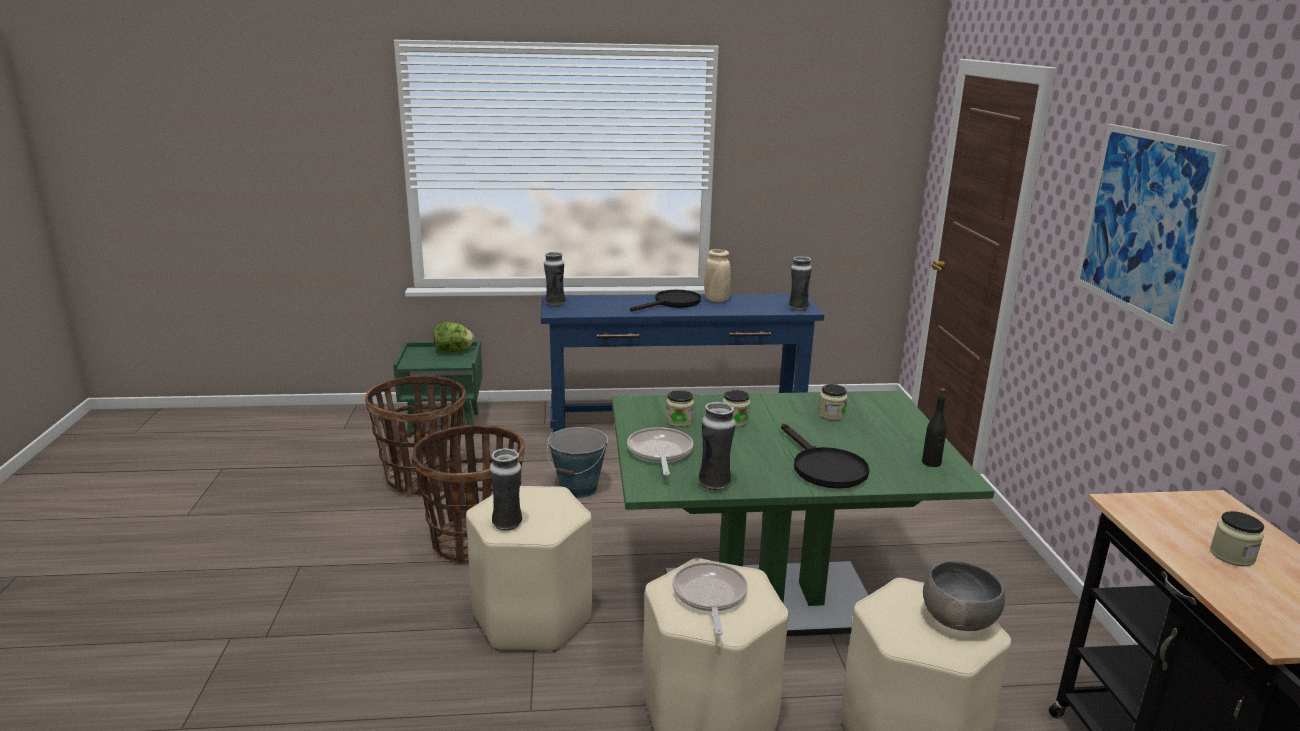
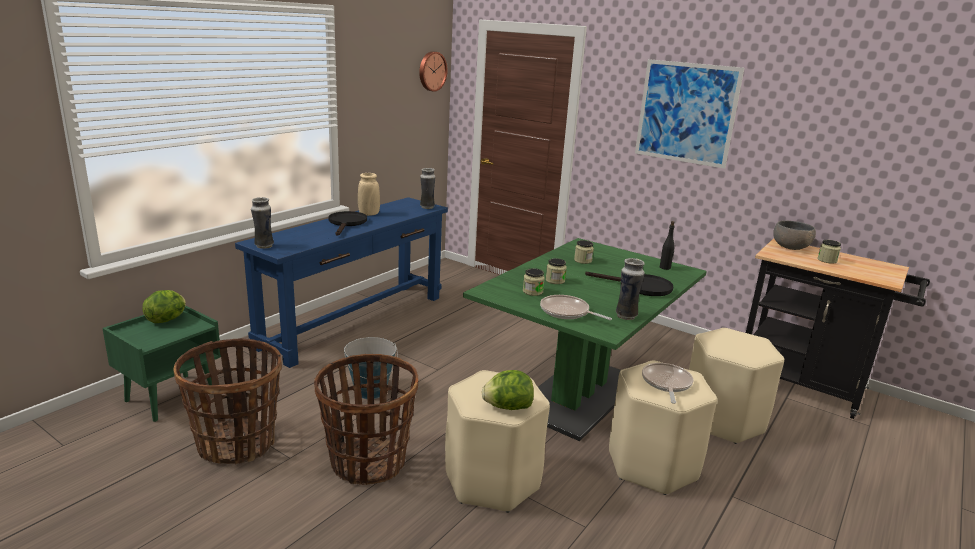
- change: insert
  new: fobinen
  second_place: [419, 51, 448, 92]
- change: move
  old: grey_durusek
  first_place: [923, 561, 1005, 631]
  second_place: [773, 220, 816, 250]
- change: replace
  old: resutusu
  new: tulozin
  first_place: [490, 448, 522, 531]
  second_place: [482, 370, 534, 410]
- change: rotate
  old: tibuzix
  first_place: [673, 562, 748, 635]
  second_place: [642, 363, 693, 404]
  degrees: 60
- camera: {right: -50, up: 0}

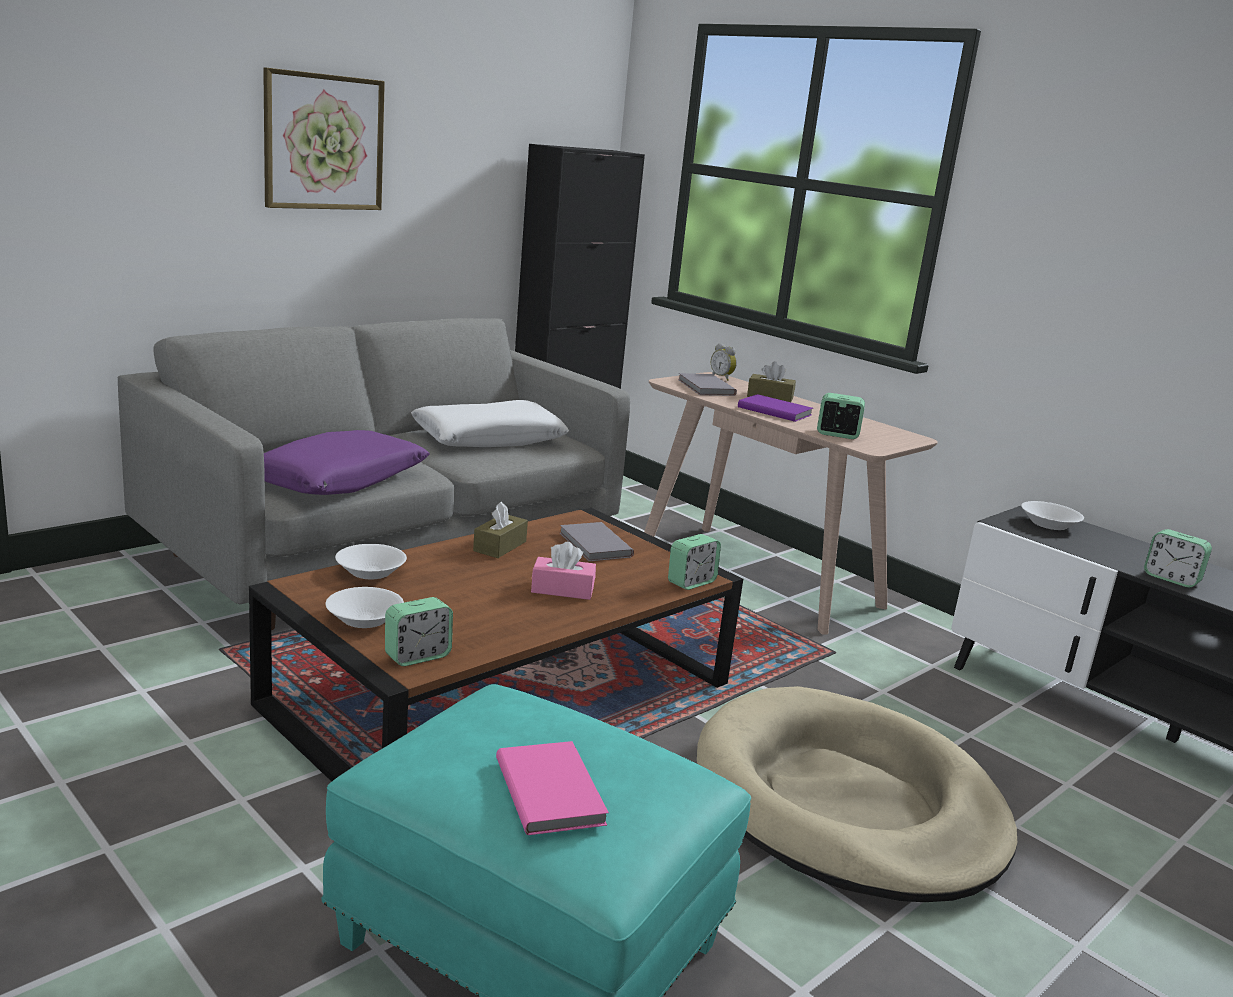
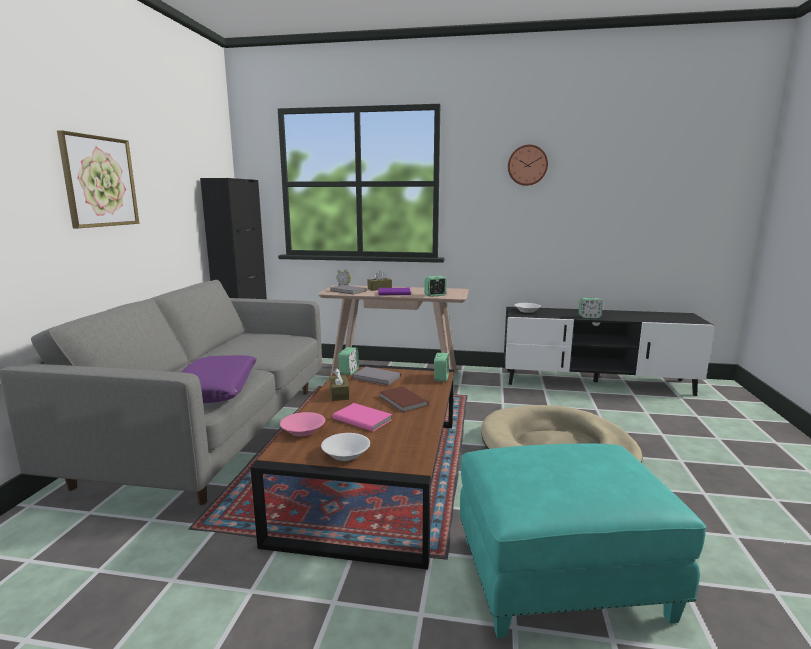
- change: delete
  old: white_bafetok
  first_place: [411, 400, 569, 447]
- change: insert
  new: fobinen
  second_place: [508, 145, 548, 186]
- change: move
  old: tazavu
  first_place: [385, 597, 453, 666]
  second_place: [338, 347, 359, 375]
- change: move
  old: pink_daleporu
  first_place: [496, 741, 609, 835]
  second_place: [333, 403, 393, 431]
- change: replace
  old: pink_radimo
  new: brown_daleporu
  first_place: [531, 542, 596, 600]
  second_place: [379, 386, 429, 413]
- change: recolor
  old: white_durusek
  new: pink_durusek
  first_place: [335, 544, 407, 579]
  second_place: [280, 412, 325, 436]
- camera: {right: -35, up: -5}

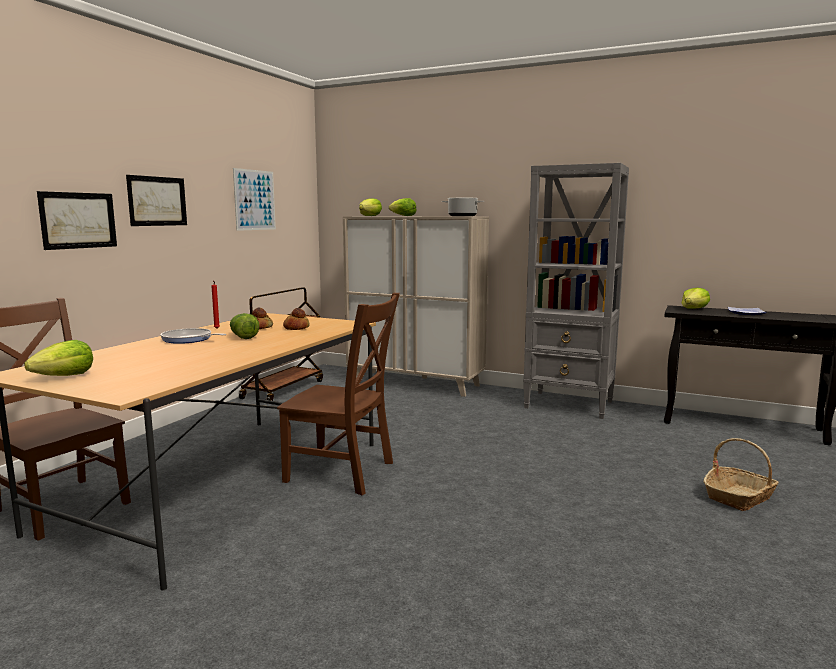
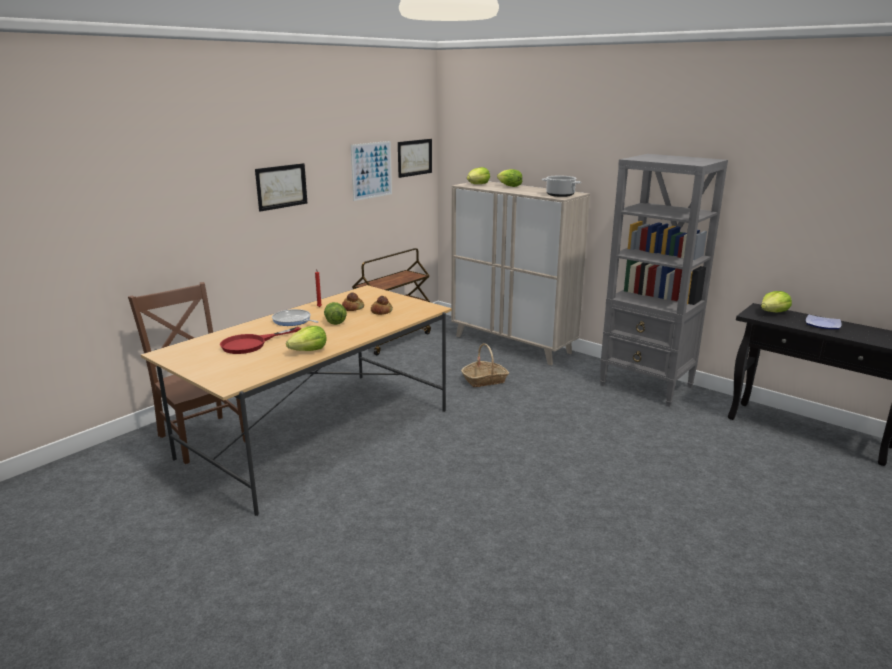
- change: delete
  old: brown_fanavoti
  first_place: [277, 293, 400, 495]
- change: insert
  new: red_tibuzix
  second_place: [220, 327, 301, 354]
- change: move
  old: tulozin
  first_place: [24, 340, 93, 376]
  second_place: [286, 326, 327, 351]
- change: move
  old: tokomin
  first_place: [37, 191, 117, 250]
  second_place: [398, 139, 432, 178]
- change: move
  old: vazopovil
  first_place: [704, 438, 779, 511]
  second_place: [461, 343, 509, 387]
- camera: {right: 15, up: 10}

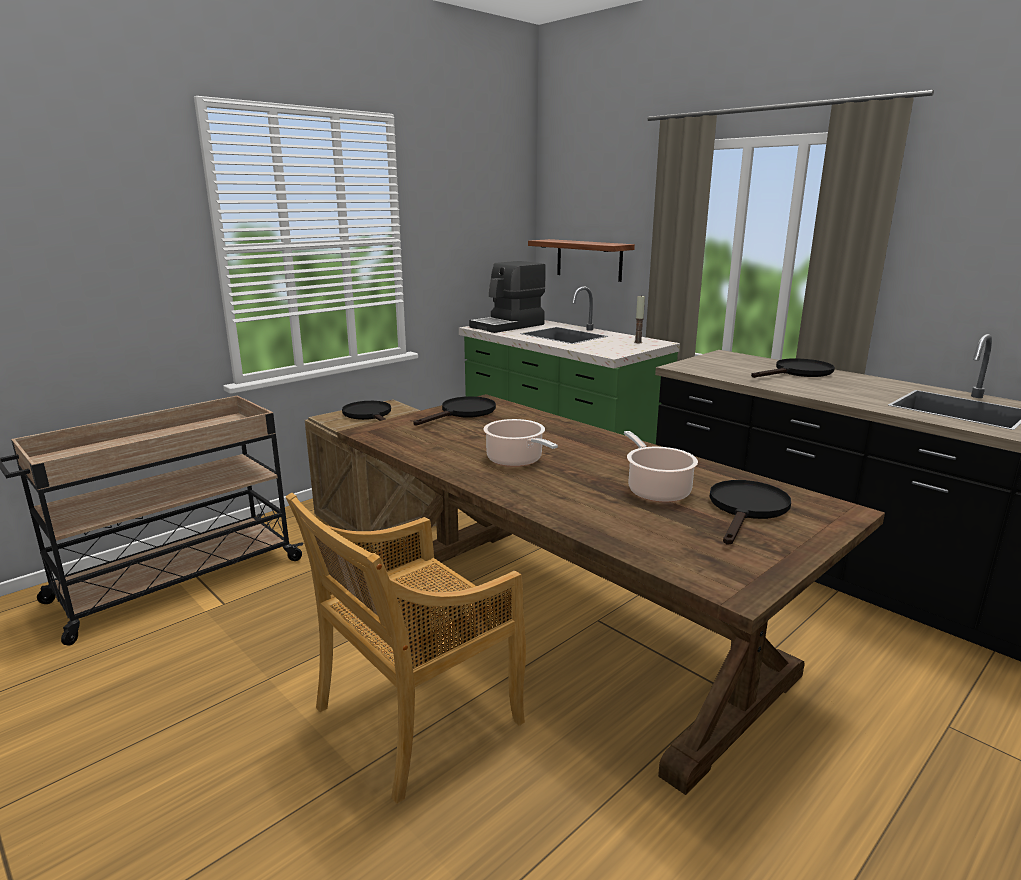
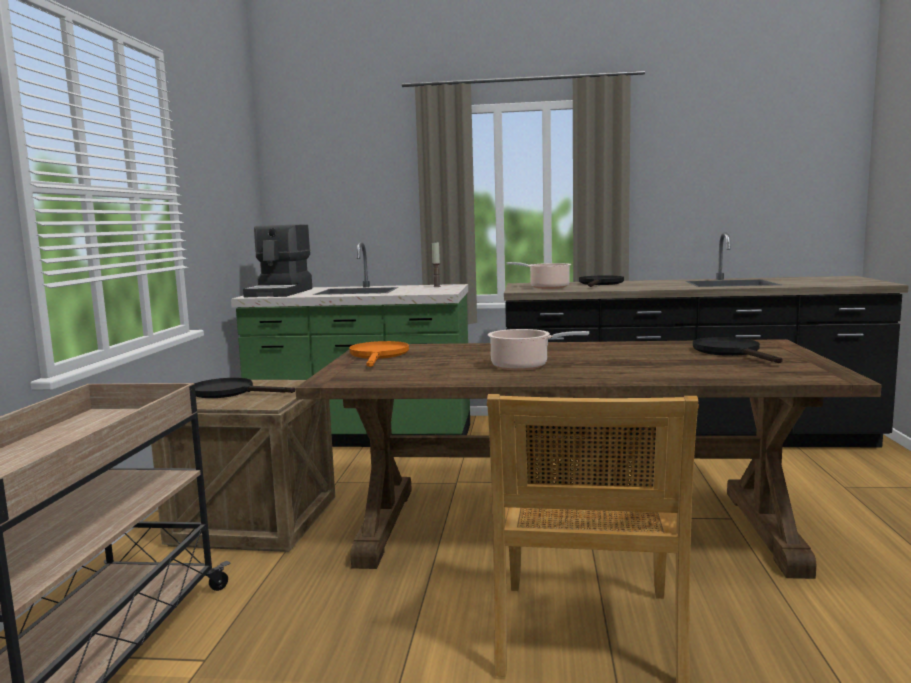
- change: delete
  old: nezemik
  first_place: [528, 239, 635, 282]
- change: move
  old: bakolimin
  first_place: [624, 431, 698, 502]
  second_place: [506, 262, 571, 289]
- change: recolor
  old: black_tibuzix
  new: orange_tibuzix
  first_place: [413, 396, 496, 426]
  second_place: [350, 341, 409, 367]
- camera: {right: -40, up: -10}

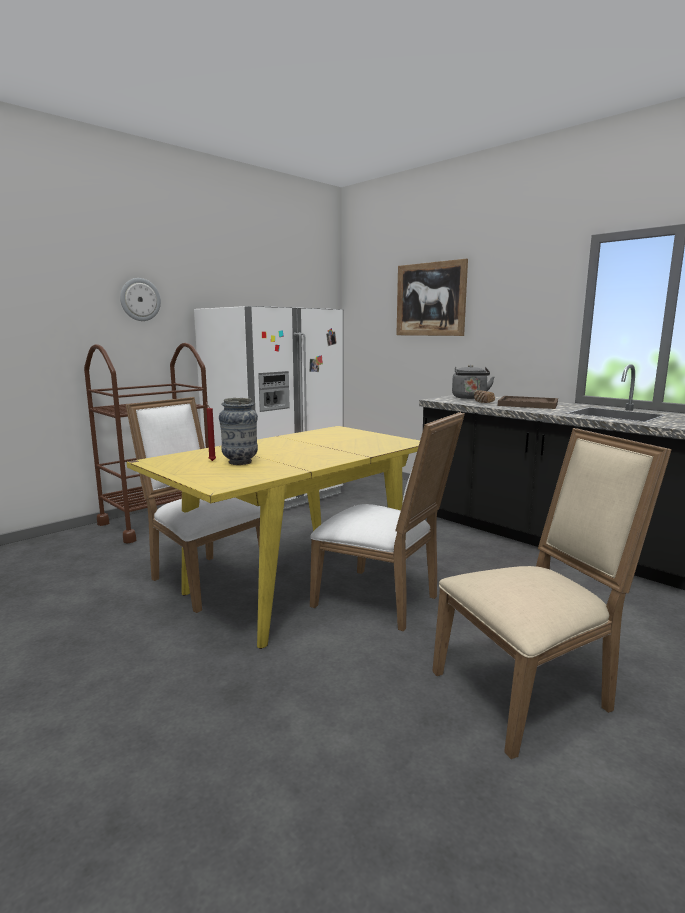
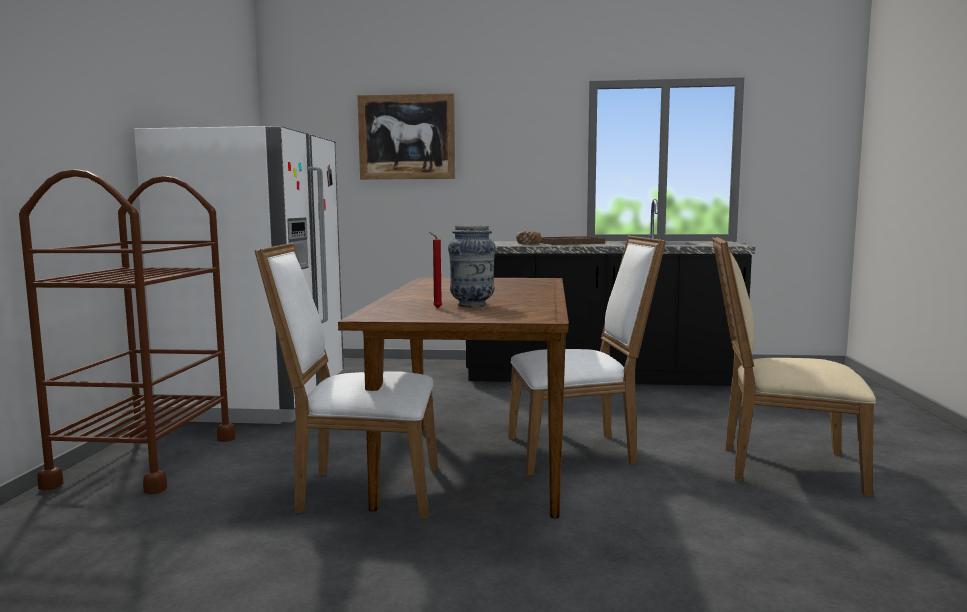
- change: delete
  old: fobinen
  first_place: [120, 278, 161, 321]
- change: delete
  old: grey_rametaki
  first_place: [452, 364, 495, 399]
- change: recolor
  old: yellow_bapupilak
  new: brown_bapupilak
  first_place: [127, 426, 420, 649]
  second_place: [338, 277, 569, 518]
- change: rotate
  old: beige_fanavoti
  first_place: [432, 428, 672, 759]
  second_place: [712, 237, 876, 497]
  degrees: -105
- camera: {right: -40, up: -5}

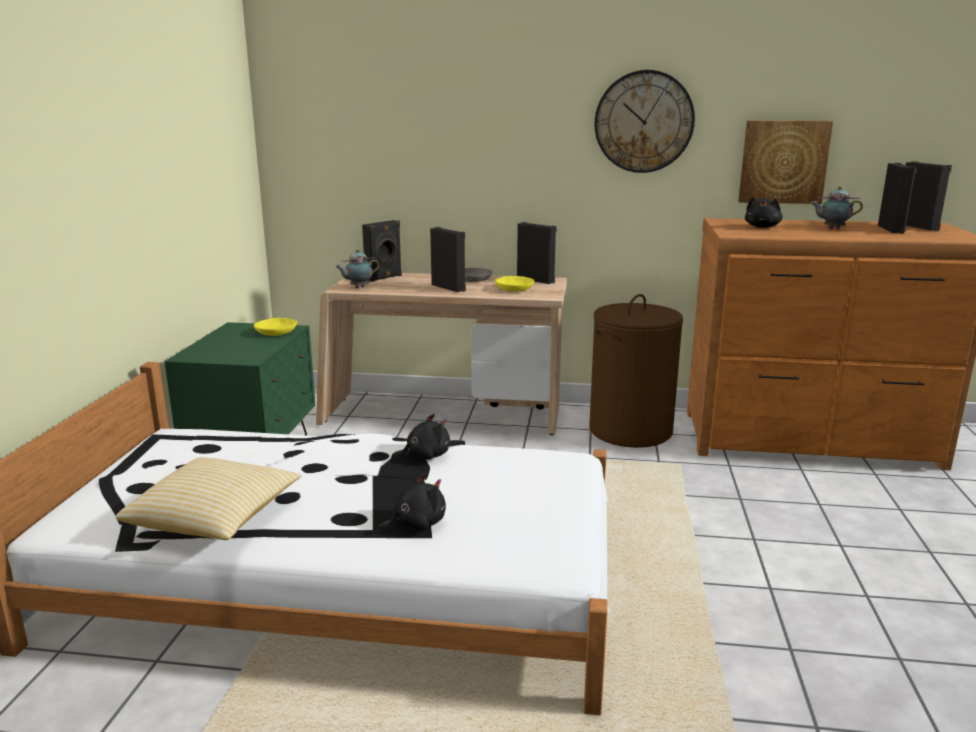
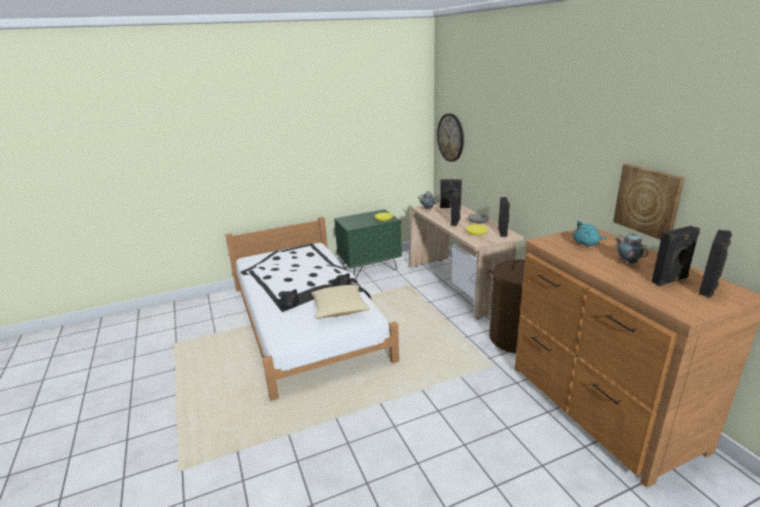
- change: move
  old: bafetok
  first_place: [116, 457, 301, 540]
  second_place: [311, 285, 370, 318]
- change: move
  old: fobinen
  first_place: [595, 70, 695, 173]
  second_place: [437, 113, 464, 162]
- change: recolor
  old: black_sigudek
  new: turquoise_sigudek
  first_place: [745, 196, 783, 228]
  second_place: [573, 221, 607, 246]
- camera: {right: 60, up: 5}

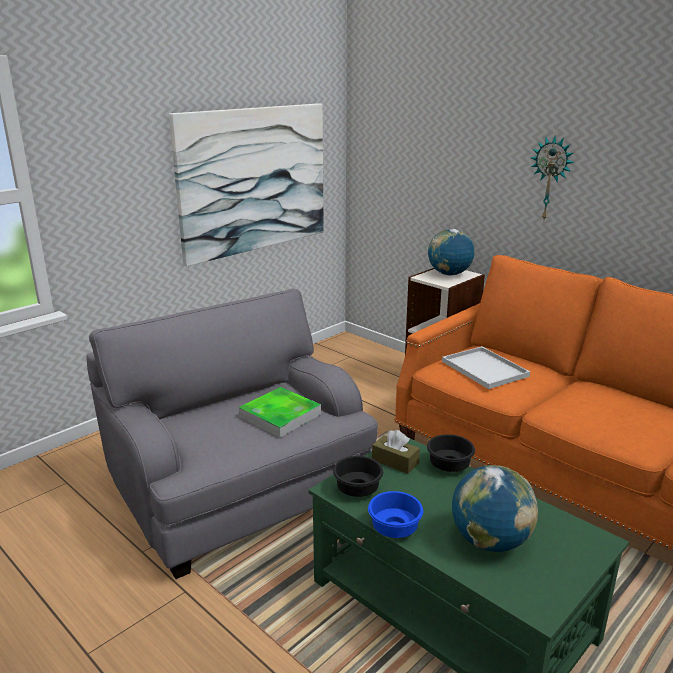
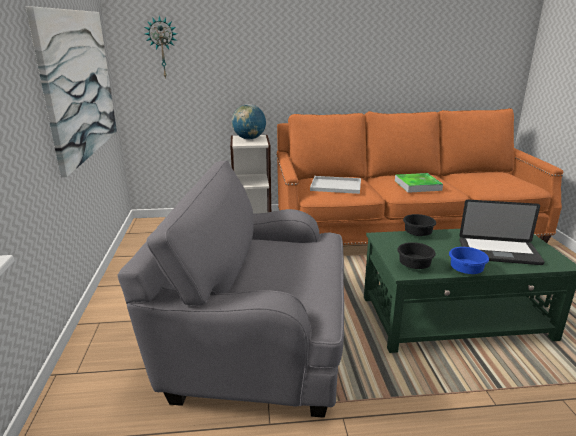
- change: delete
  old: brown_radimo
  first_place: [372, 430, 420, 474]
- change: move
  old: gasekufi
  first_place: [239, 387, 321, 437]
  second_place: [395, 173, 443, 193]
- change: move
  old: fobinen
  first_place: [531, 136, 574, 220]
  second_place: [145, 16, 177, 79]
- change: replace
  old: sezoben
  new: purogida
  first_place: [452, 465, 538, 552]
  second_place: [459, 200, 545, 265]
- camera: {right: -50, up: 0}

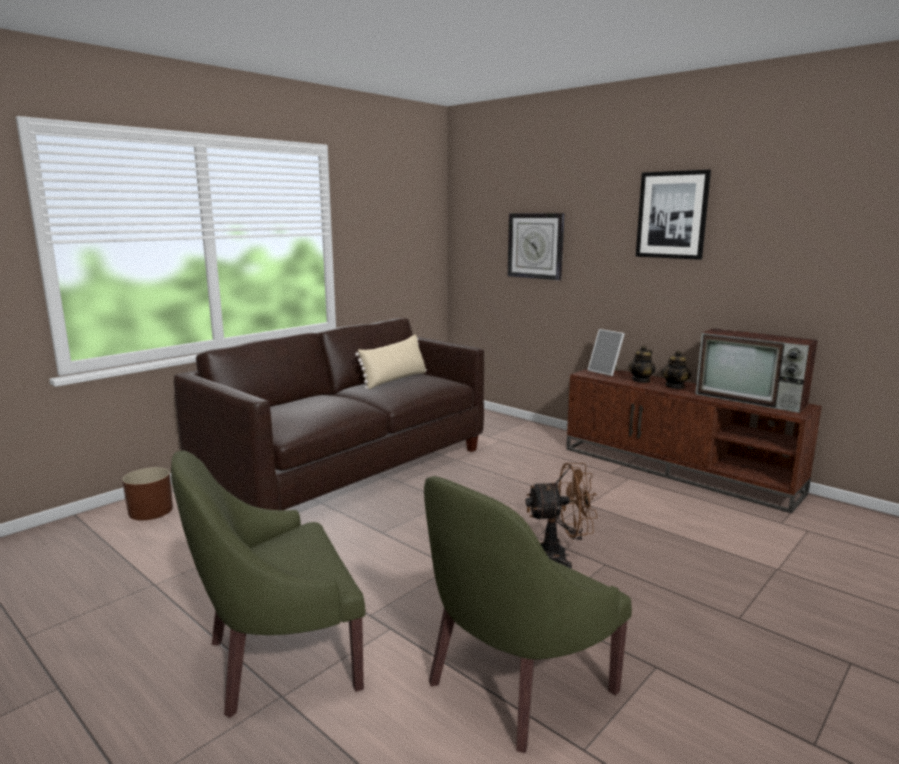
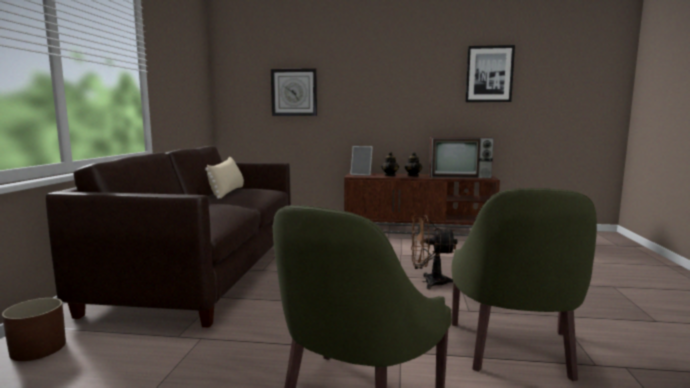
- change: move
  old: tokomin
  first_place: [636, 170, 711, 260]
  second_place: [465, 45, 515, 102]
- change: rotate
  old: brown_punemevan
  first_place: [526, 463, 597, 569]
  second_place: [411, 215, 457, 289]
  degrees: -135
- camera: {right: -35, up: -5}

